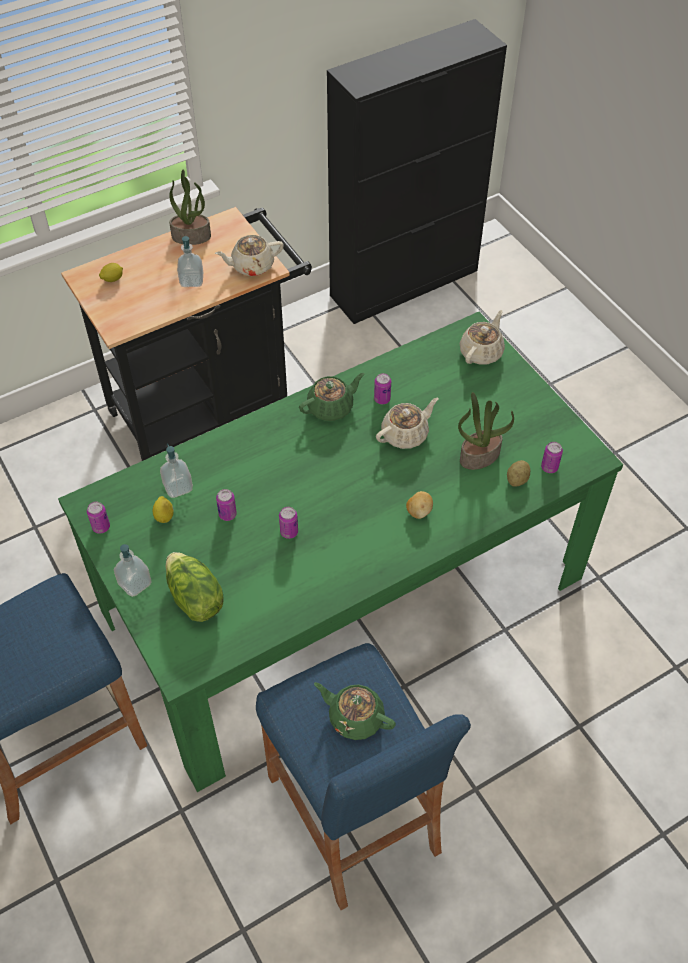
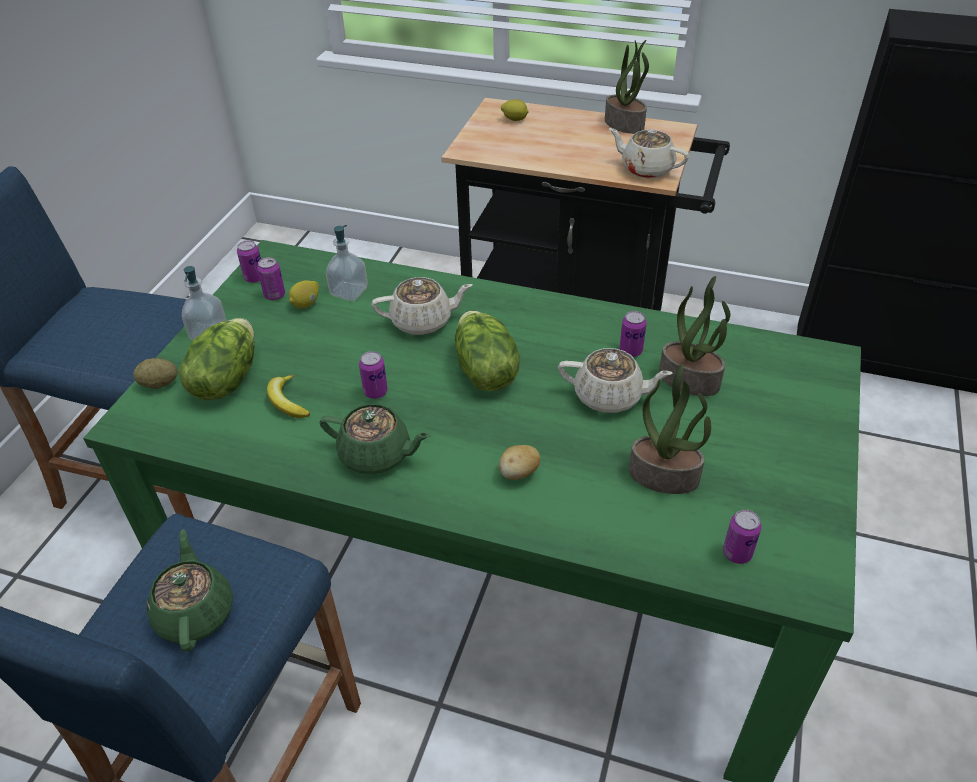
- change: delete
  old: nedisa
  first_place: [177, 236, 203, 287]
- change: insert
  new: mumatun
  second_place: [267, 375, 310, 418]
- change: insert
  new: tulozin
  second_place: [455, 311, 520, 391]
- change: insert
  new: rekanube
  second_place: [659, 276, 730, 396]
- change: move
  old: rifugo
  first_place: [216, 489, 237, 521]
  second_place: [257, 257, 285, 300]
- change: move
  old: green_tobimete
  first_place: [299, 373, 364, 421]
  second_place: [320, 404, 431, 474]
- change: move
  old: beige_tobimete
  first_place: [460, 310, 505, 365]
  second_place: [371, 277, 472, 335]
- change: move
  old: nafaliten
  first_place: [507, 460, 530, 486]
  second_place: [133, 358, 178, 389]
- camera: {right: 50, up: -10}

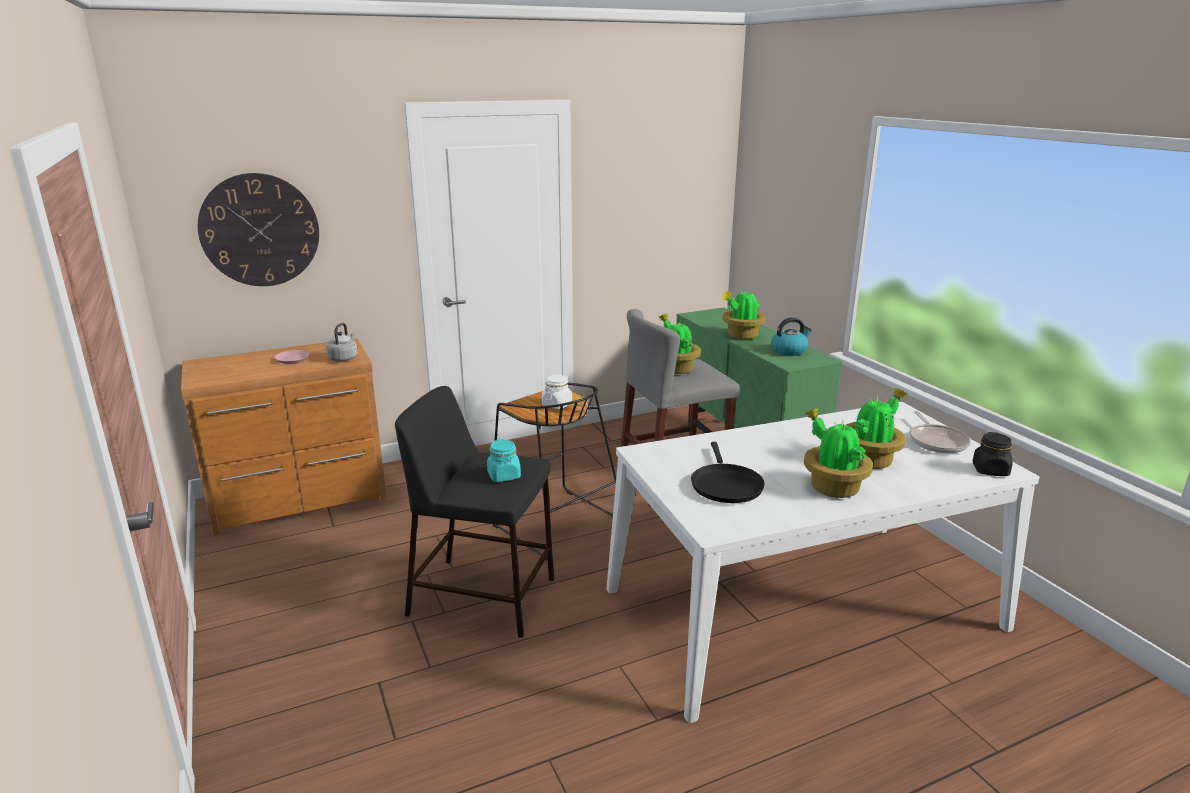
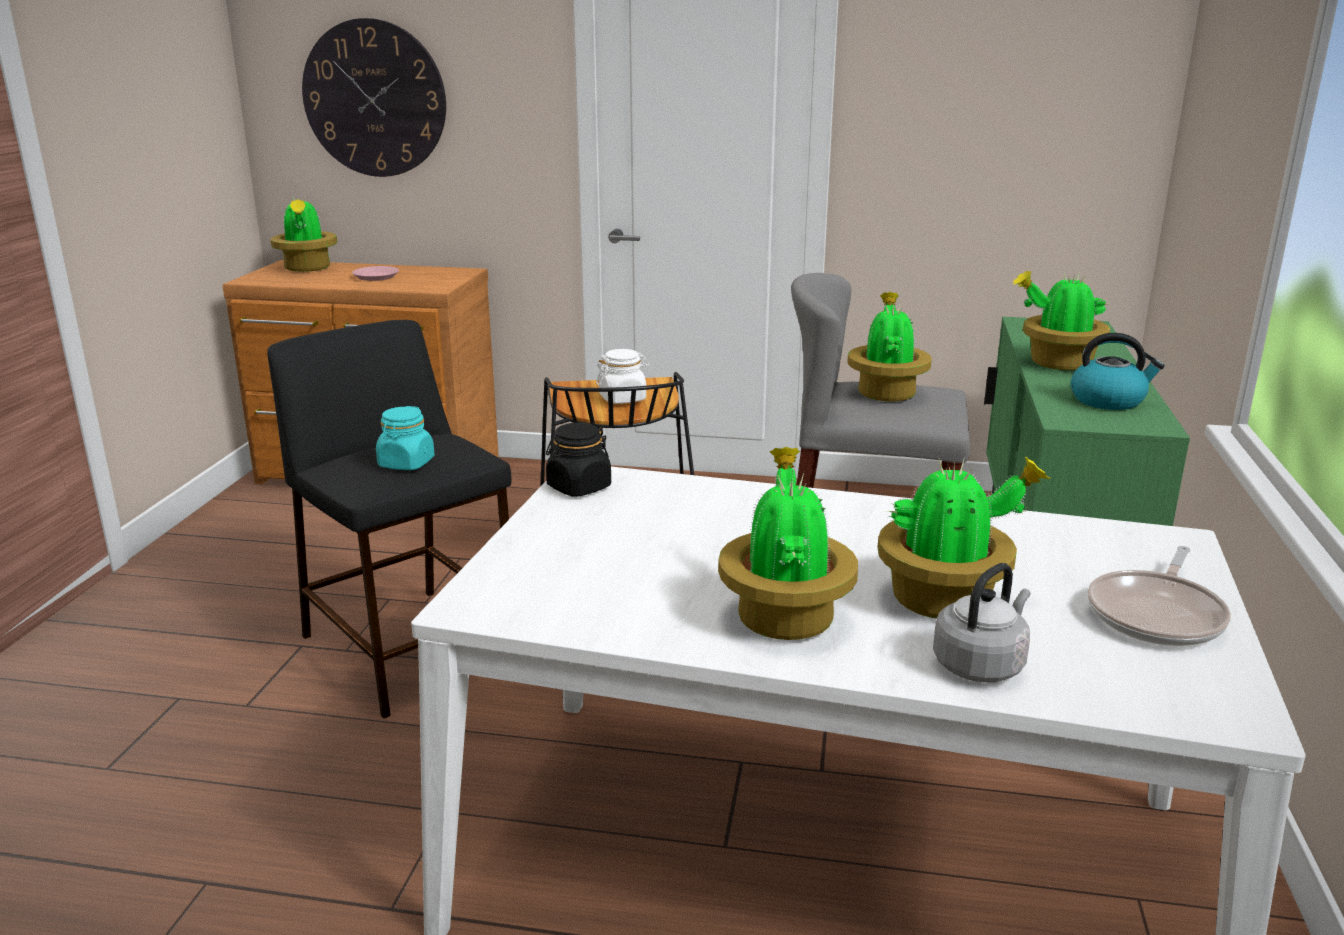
- change: delete
  old: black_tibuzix
  first_place: [691, 442, 765, 503]
- change: insert
  new: rekanube
  second_place: [270, 196, 338, 272]
- change: move
  old: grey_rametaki
  first_place: [326, 323, 358, 361]
  second_place: [933, 563, 1030, 682]
- change: move
  old: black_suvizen
  first_place: [973, 432, 1013, 476]
  second_place: [546, 422, 611, 496]
- camera: {right: 35, up: 0}

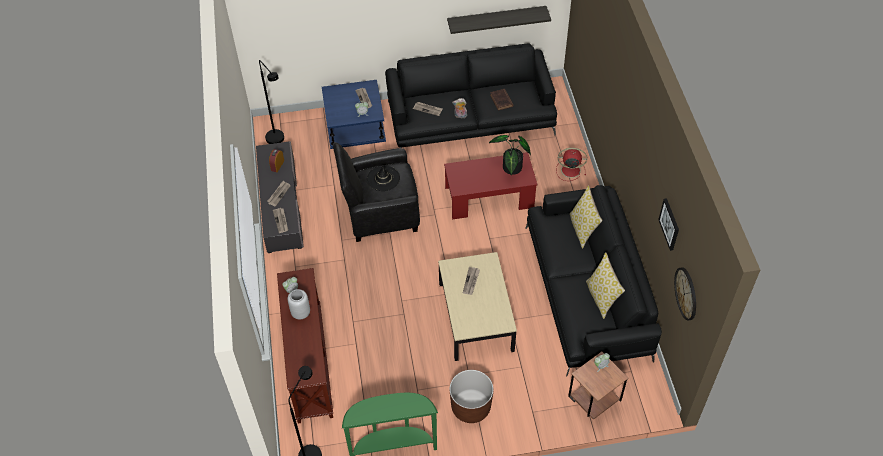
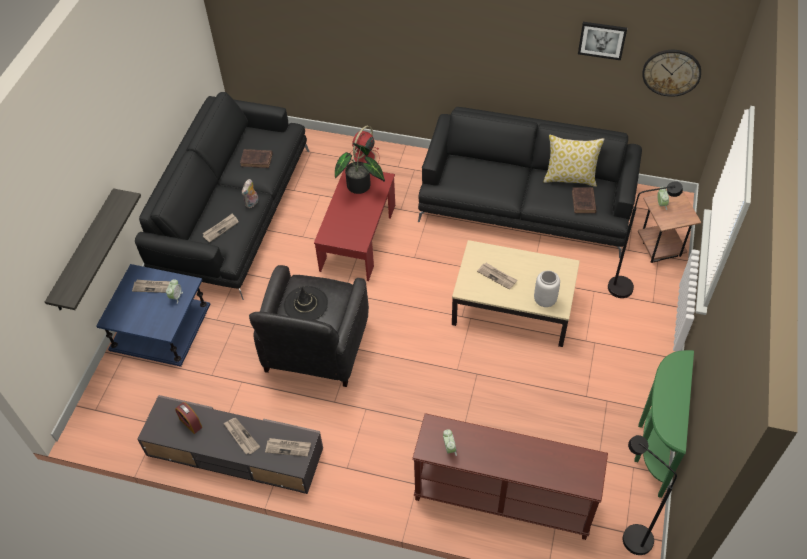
- change: delete
  old: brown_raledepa
  first_place: [449, 370, 494, 423]
- change: delete
  old: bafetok
  first_place: [570, 185, 602, 249]
- change: insert
  new: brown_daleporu
  second_place: [572, 187, 596, 213]
- change: move
  old: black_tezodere
  first_place: [259, 60, 284, 144]
  second_place: [608, 181, 683, 298]
- change: move
  old: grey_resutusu
  first_place: [288, 289, 310, 320]
  second_place: [534, 271, 560, 307]
- change: move
  old: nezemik
  first_place: [447, 6, 551, 34]
  second_place: [45, 188, 141, 311]
- camera: {right: -65, up: 0}

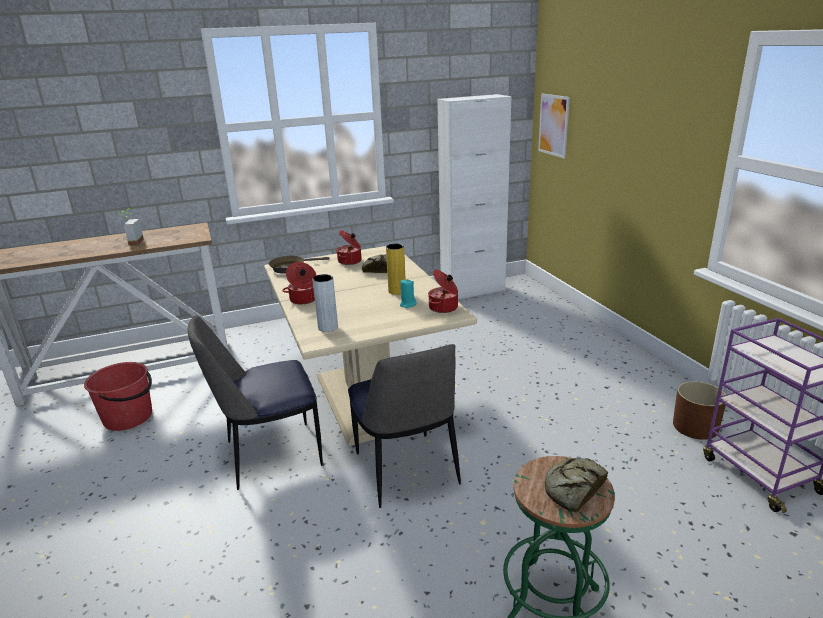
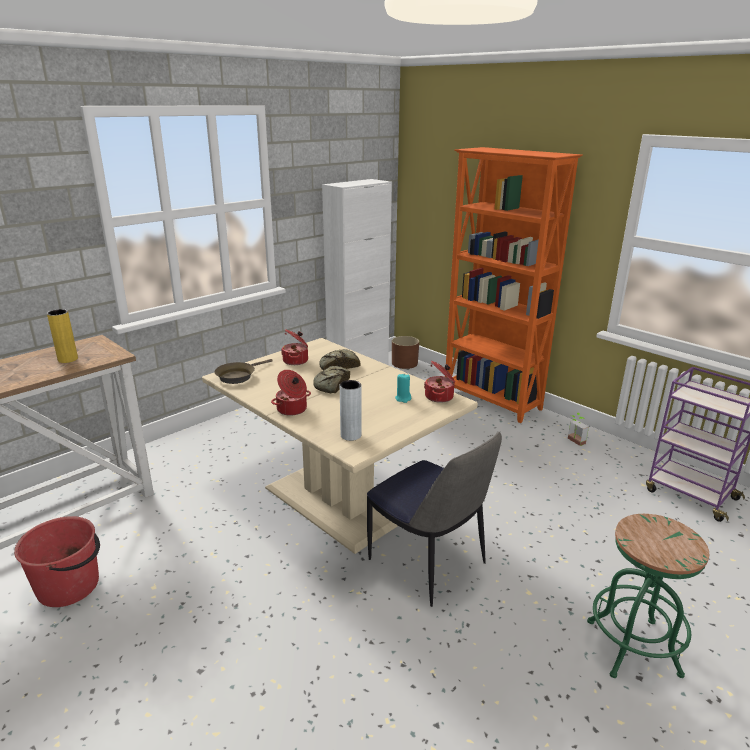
- change: delete
  old: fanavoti
  first_place: [188, 315, 323, 490]
- change: delete
  old: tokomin
  first_place: [538, 93, 570, 158]
- change: insert
  new: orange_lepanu
  second_place: [445, 147, 583, 423]
- change: move
  old: rekanube
  first_place: [116, 208, 144, 246]
  second_place: [568, 413, 589, 446]
- change: move
  old: yellow_resutusu
  first_place: [386, 244, 406, 295]
  second_place: [47, 309, 78, 363]
- change: move
  old: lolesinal
  first_place: [545, 458, 608, 513]
  second_place: [313, 366, 350, 393]
- change: move
  old: brown_raledepa
  first_place: [673, 381, 726, 440]
  second_place: [392, 336, 419, 369]
- camera: {right: -25, up: 0}

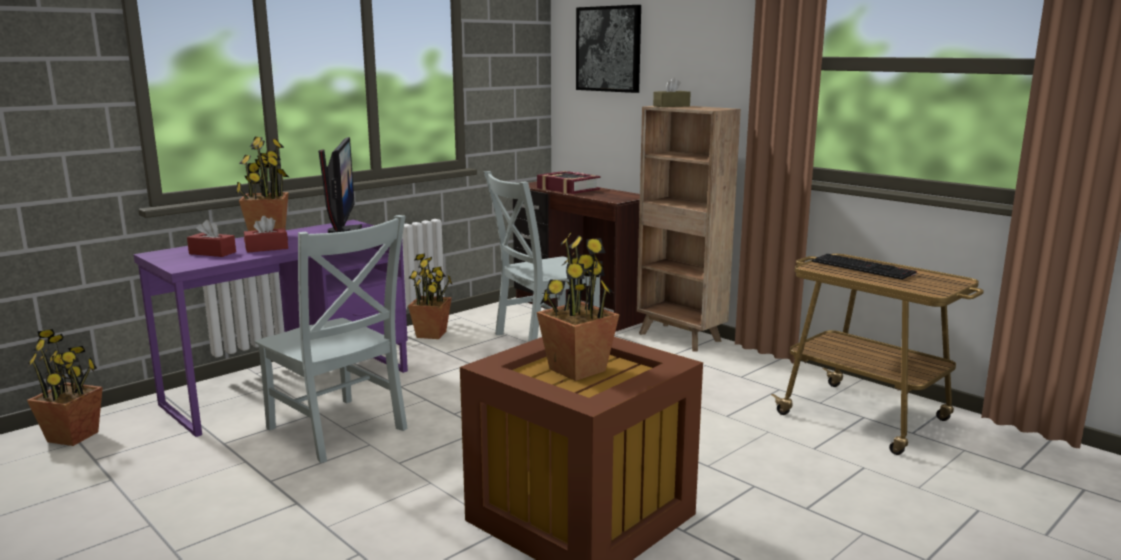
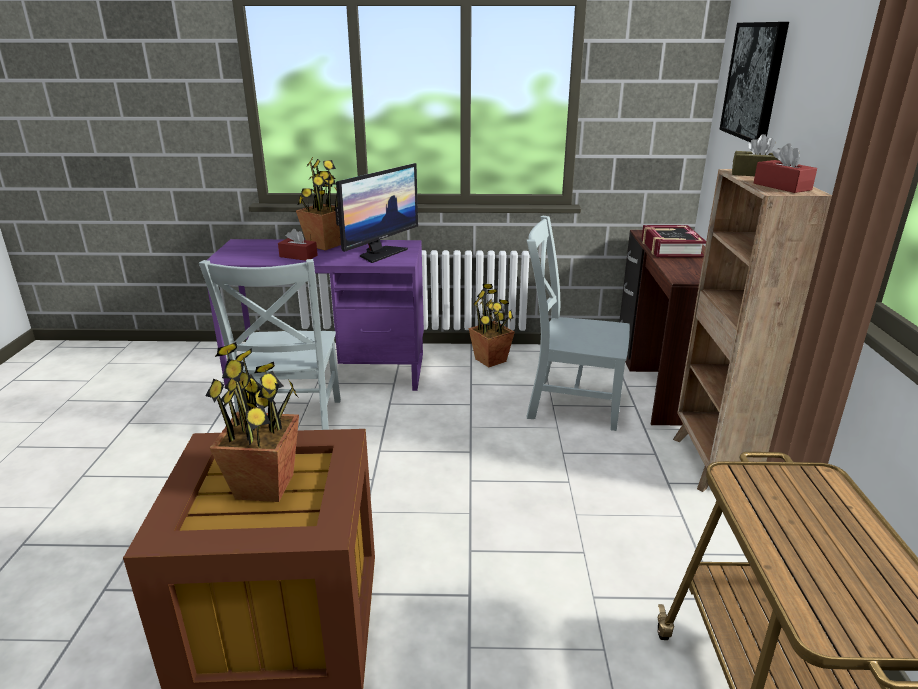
- change: delete
  old: rekanube
  first_place: [27, 329, 103, 446]
- change: delete
  old: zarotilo
  first_place: [812, 254, 917, 280]
- change: move
  old: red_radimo
  first_place: [187, 220, 236, 257]
  second_place: [754, 143, 817, 193]
- camera: {right: 45, up: 10}

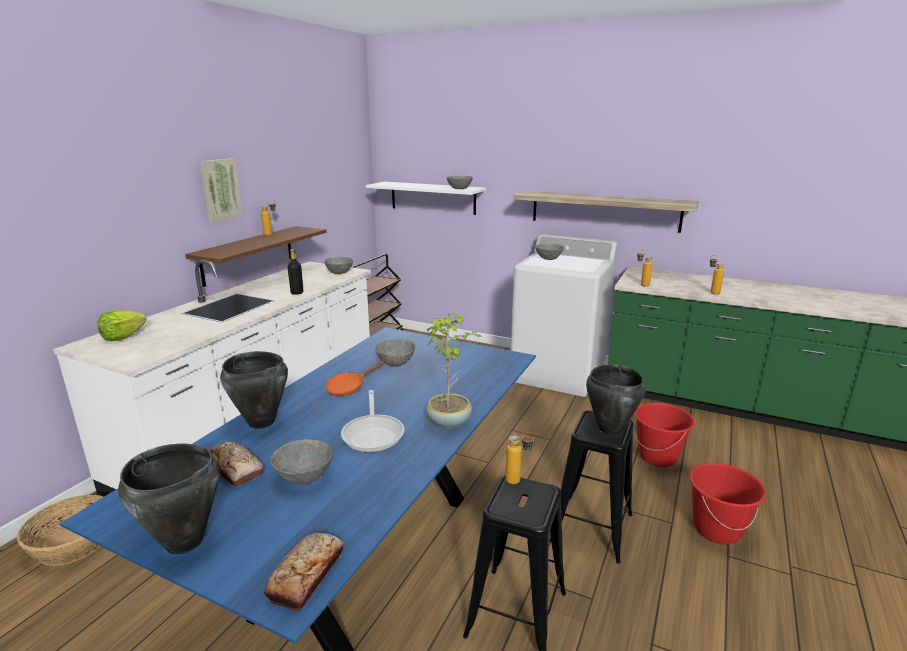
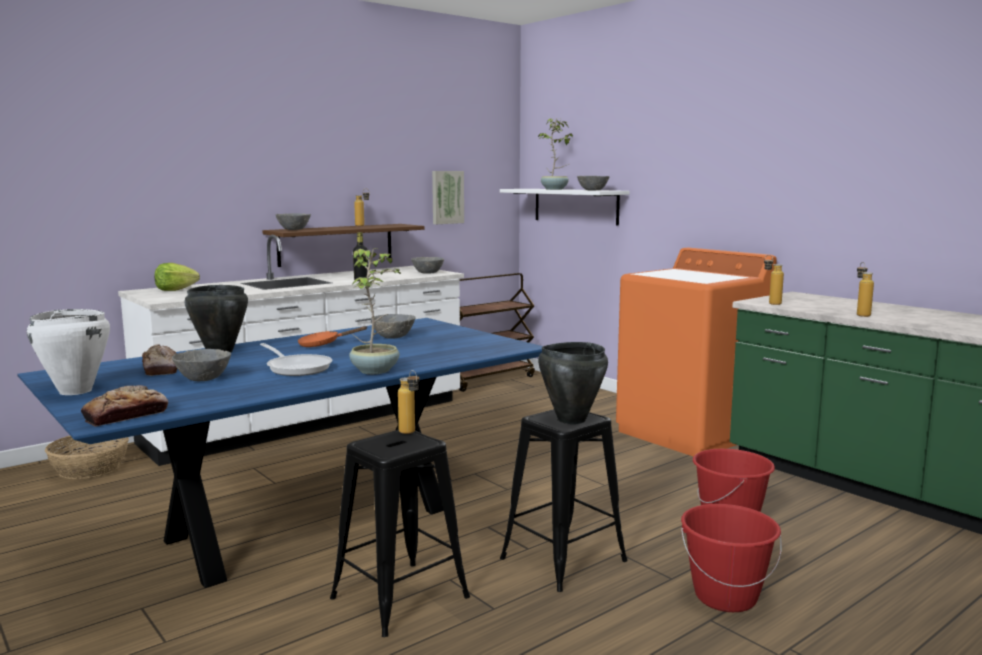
- change: delete
  old: nezemik
  first_place: [513, 191, 699, 233]
- change: insert
  new: rekanube
  second_place: [537, 118, 573, 190]
- change: move
  old: tokomin
  first_place: [199, 158, 243, 223]
  second_place: [432, 171, 464, 224]
- change: move
  old: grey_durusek
  first_place: [535, 244, 564, 260]
  second_place: [275, 213, 311, 230]
- change: recolor
  old: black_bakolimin
  new: white_bakolimin
  first_place: [118, 444, 220, 554]
  second_place: [27, 309, 110, 395]
- change: recolor
  old: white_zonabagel
  new: orange_zonabagel
  first_place: [511, 234, 618, 397]
  second_place: [616, 248, 777, 457]
- change: rotate
  old: tibuzix
  first_place: [341, 390, 404, 452]
  second_place: [260, 343, 333, 376]
  degrees: -60
- camera: {right: 25, up: -10}

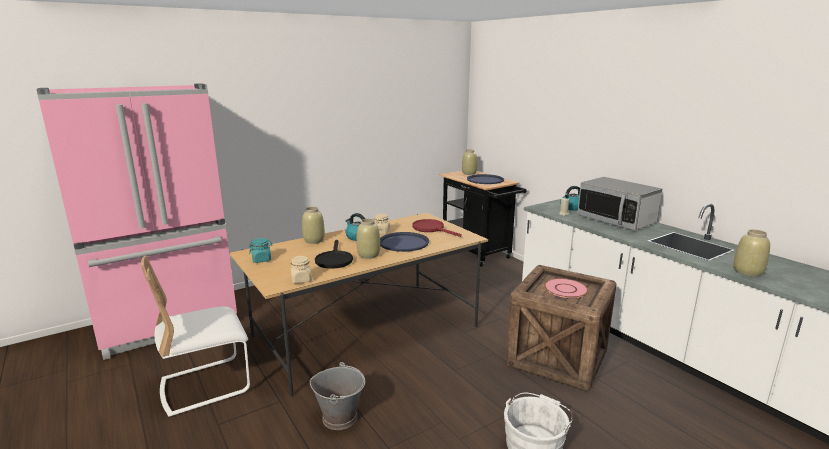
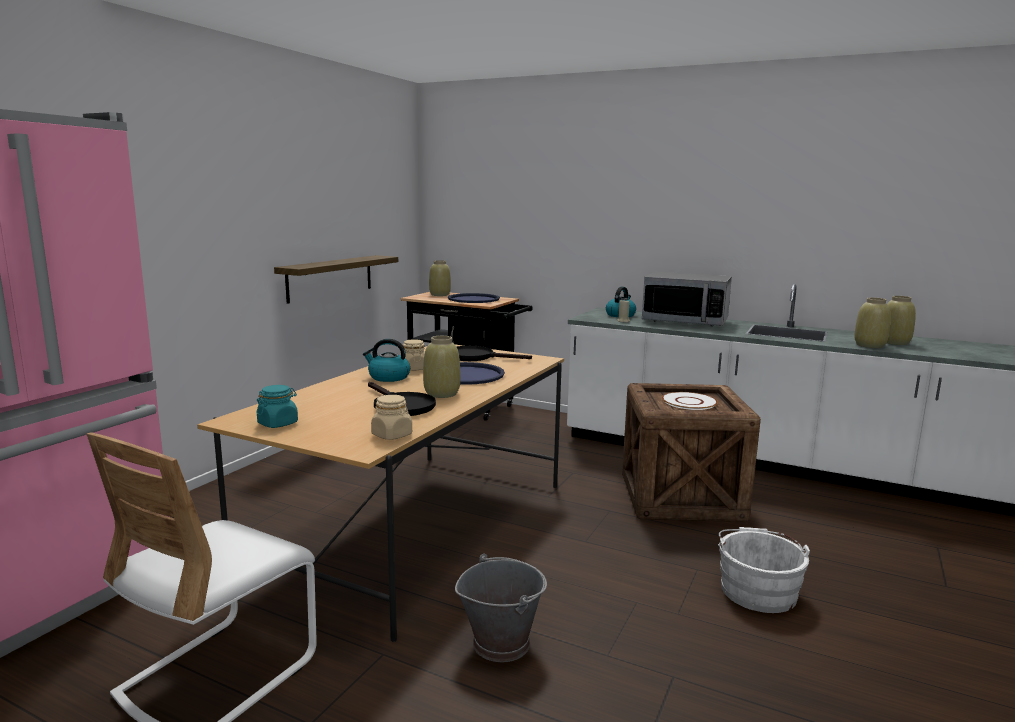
- change: insert
  new: nezemik
  second_place: [274, 255, 398, 304]
- change: move
  old: beige_resutusu
  first_place: [302, 207, 325, 244]
  second_place: [887, 296, 916, 345]
- change: recolor
  old: red_tibuzix
  new: black_tibuzix
  first_place: [412, 219, 462, 237]
  second_place: [456, 346, 532, 361]
- change: recolor
  old: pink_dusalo
  new: white_dusalo
  first_place: [544, 278, 588, 298]
  second_place: [662, 392, 718, 410]
- camera: {right: -30, up: -5}

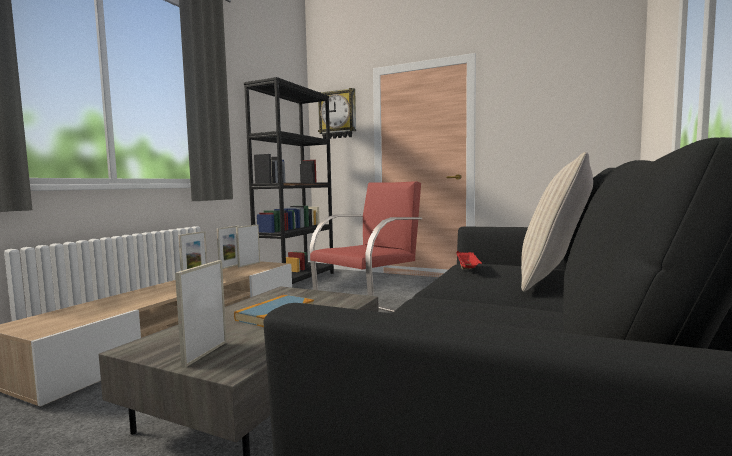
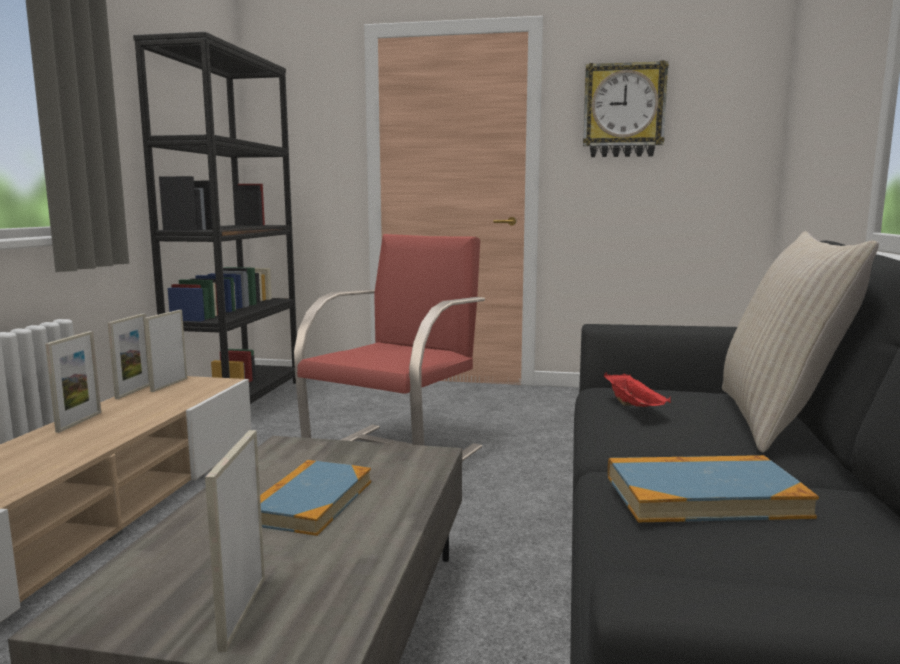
- change: insert
  new: daleporu
  second_place: [608, 455, 819, 522]
- change: move
  old: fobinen
  first_place: [318, 88, 356, 139]
  second_place: [583, 60, 669, 157]
- camera: {right: -15, up: 5}

